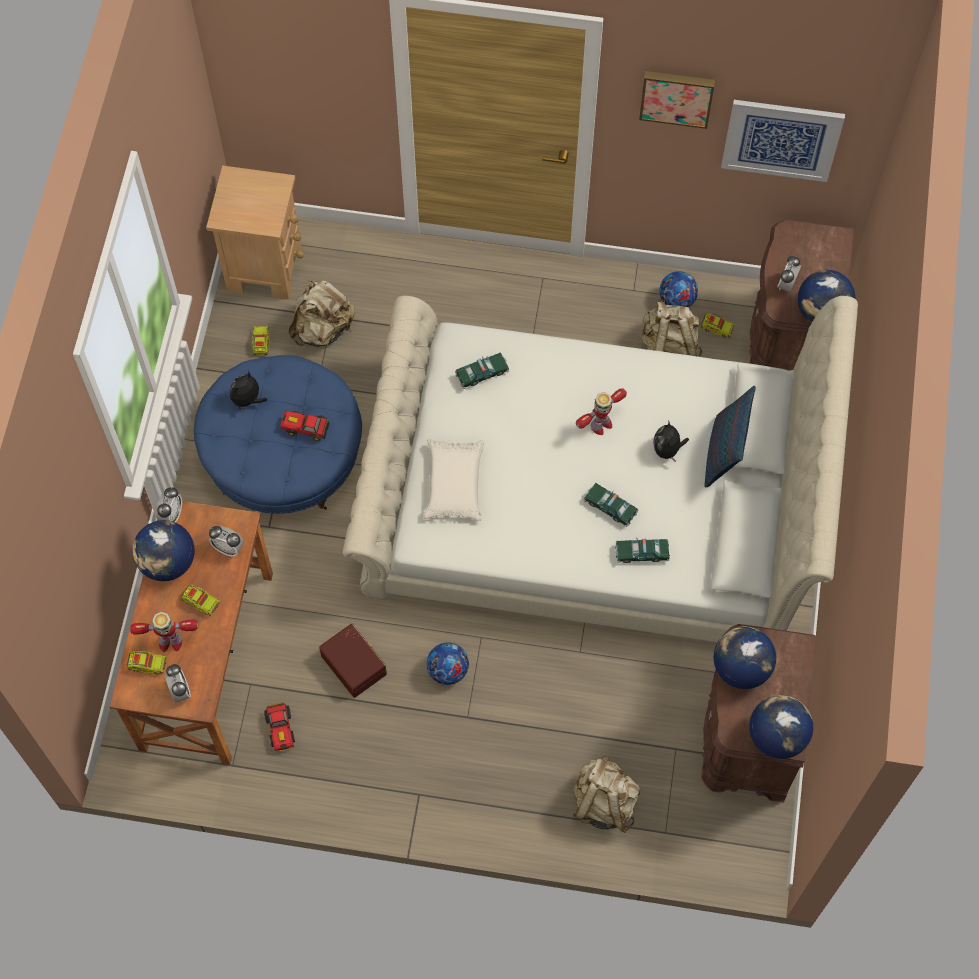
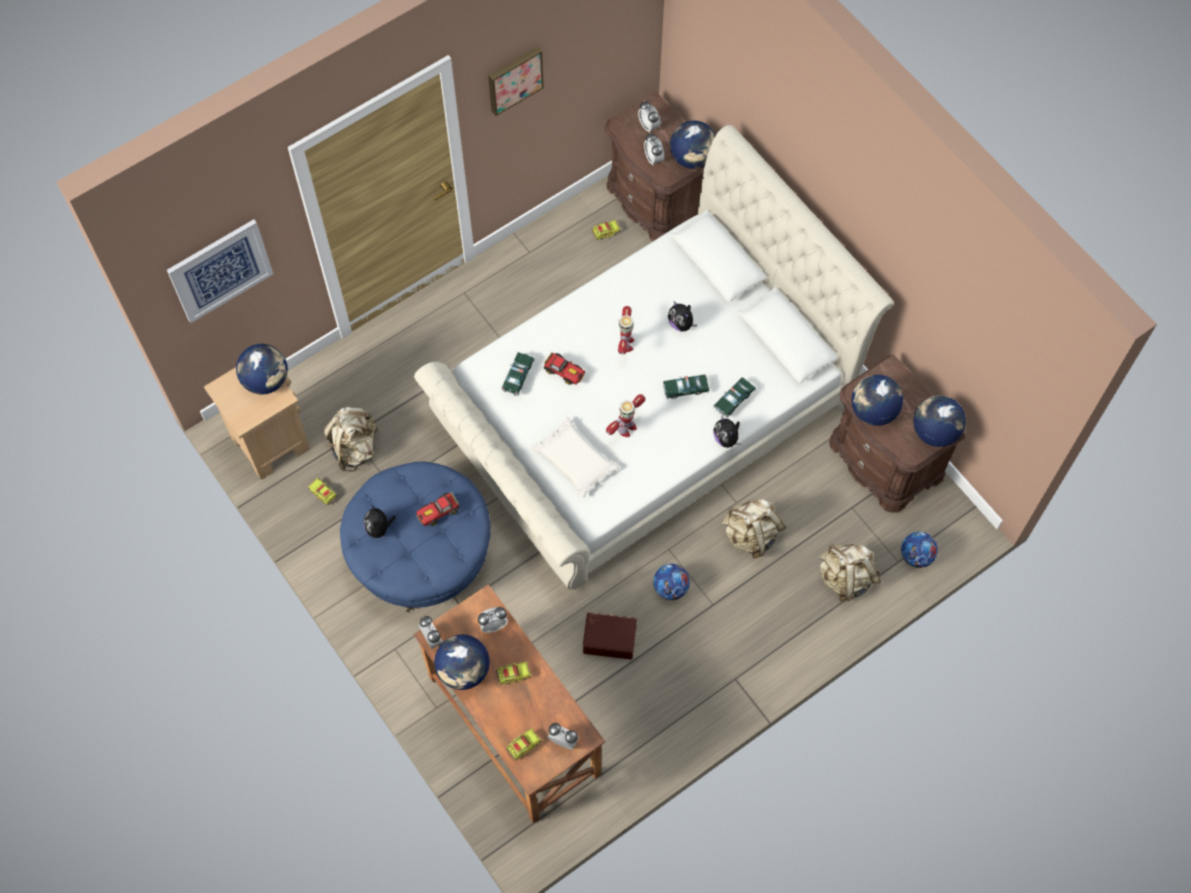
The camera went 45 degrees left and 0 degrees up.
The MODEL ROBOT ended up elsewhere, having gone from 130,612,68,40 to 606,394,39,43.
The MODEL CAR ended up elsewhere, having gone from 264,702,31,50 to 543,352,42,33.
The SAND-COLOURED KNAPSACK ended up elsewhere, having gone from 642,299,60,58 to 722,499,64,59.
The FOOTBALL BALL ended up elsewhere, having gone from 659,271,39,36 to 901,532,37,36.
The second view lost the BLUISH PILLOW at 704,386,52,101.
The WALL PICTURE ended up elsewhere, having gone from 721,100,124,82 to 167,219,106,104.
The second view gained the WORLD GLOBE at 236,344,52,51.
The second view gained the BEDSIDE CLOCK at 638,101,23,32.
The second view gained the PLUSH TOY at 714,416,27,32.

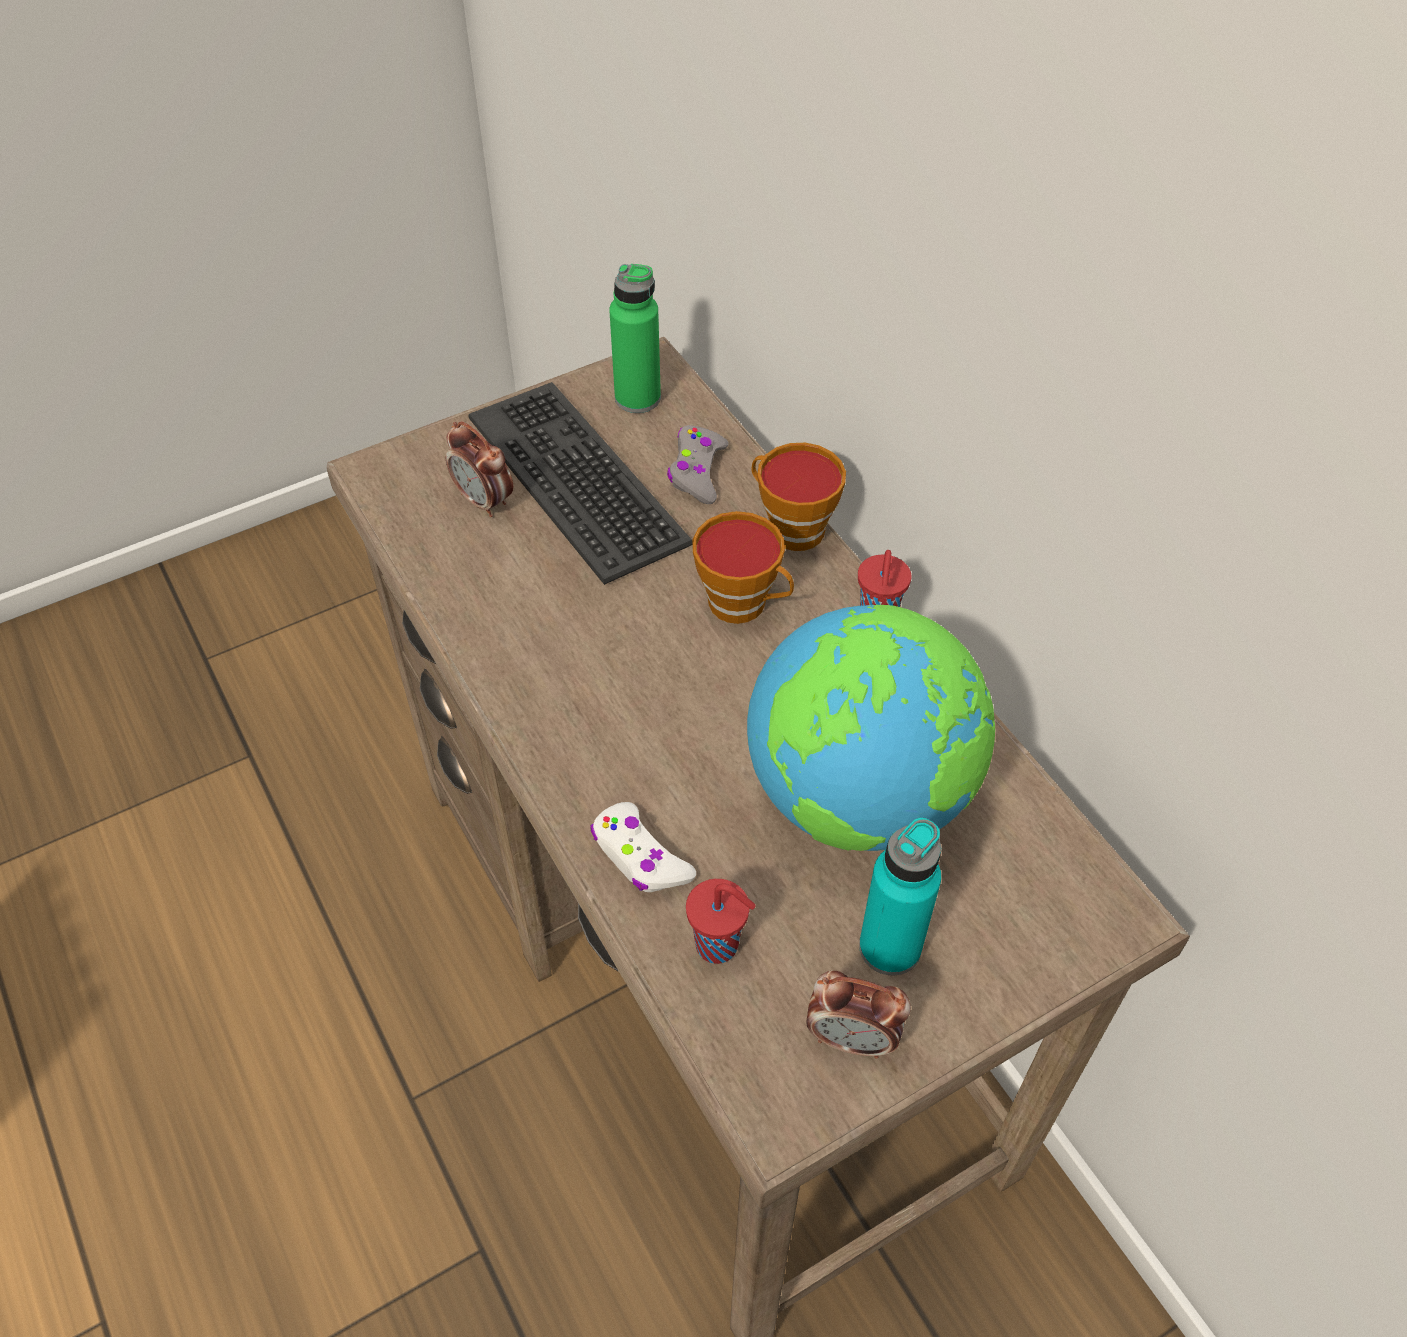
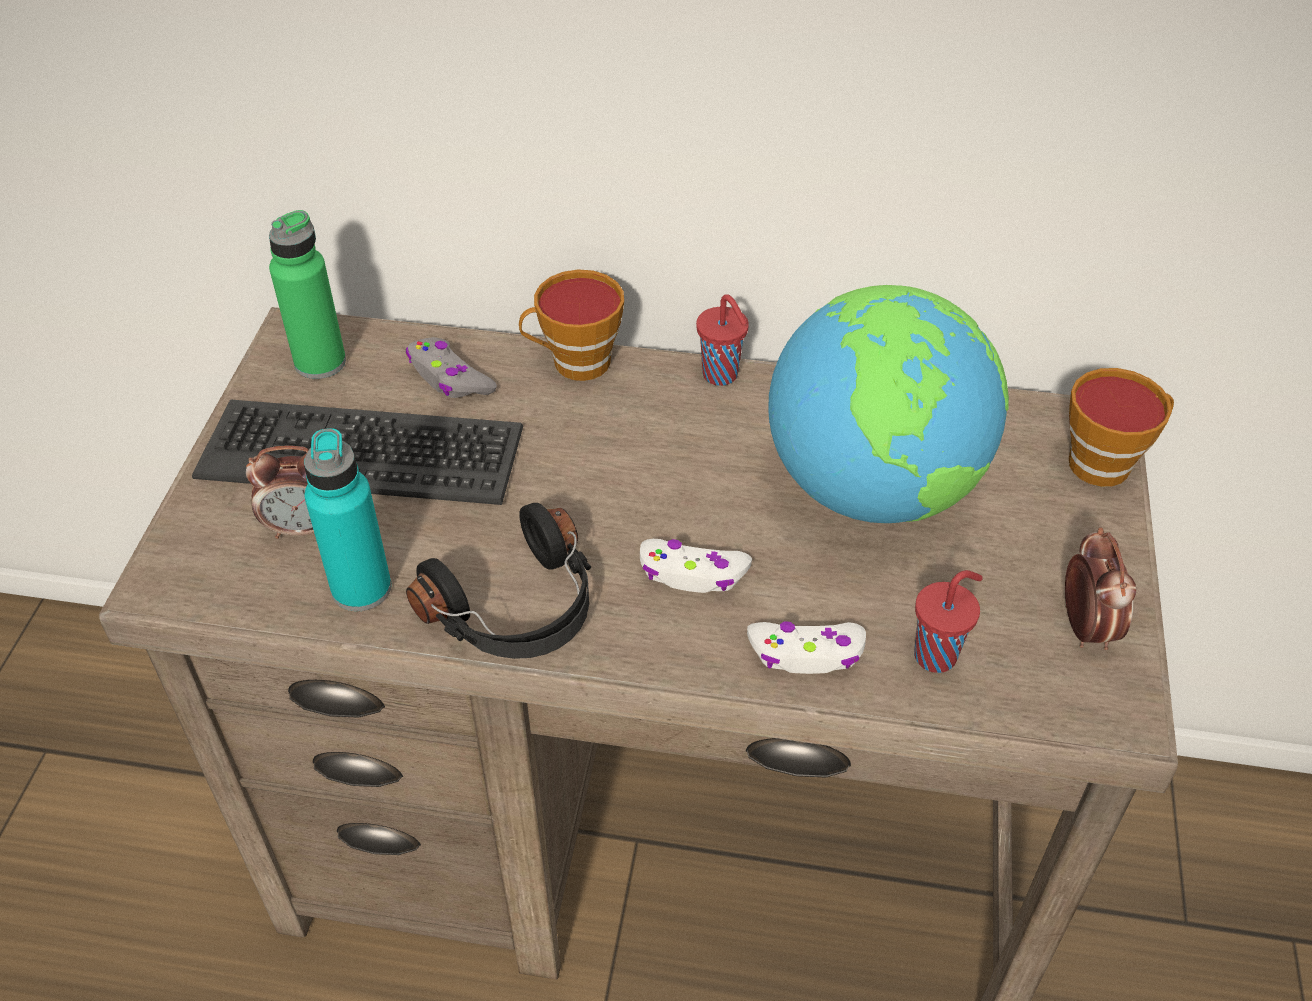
The camera went 50 degrees left and 5 degrees down.
The CUP ended up elsewhere, having gone from 693,511,101,113 to 1069,368,105,119.
The BEDSIDE CLOCK at 806,971,105,87 ended up facing another way, 60 degrees counterclockwise from before.
The TURQUOISE DRINK BOTTLE ended up elsewhere, having gone from 859,818,82,158 to 304,428,87,183.
The second view gained the BLACK-COLOURED PAIR OF HEADPHONES at 406,503,185,156.
The second view gained the WHITE GAMEPAD at 640,539,112,54.

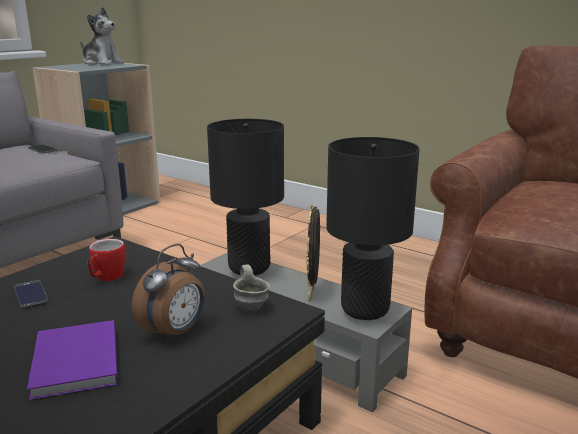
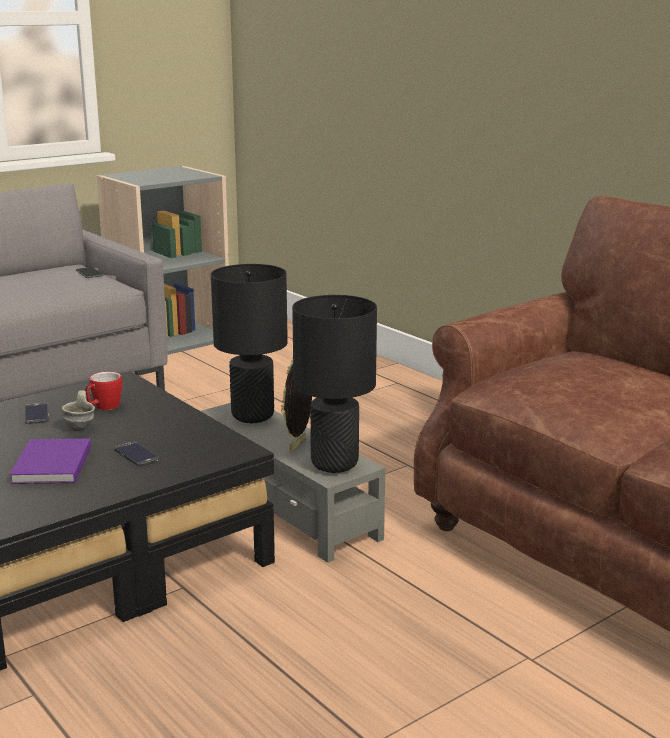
The camera went 15 degrees right and 0 degrees up.
The second view lost the PLUSH TOY at 80,7,44,58.
Where the BEDSIDE CLOCK stood at 132,244,73,98, the PHONE came to stand at 115,442,45,24.
The GREYISH MUG ended up elsewhere, having gone from 233,265,37,48 to 62,390,33,41.

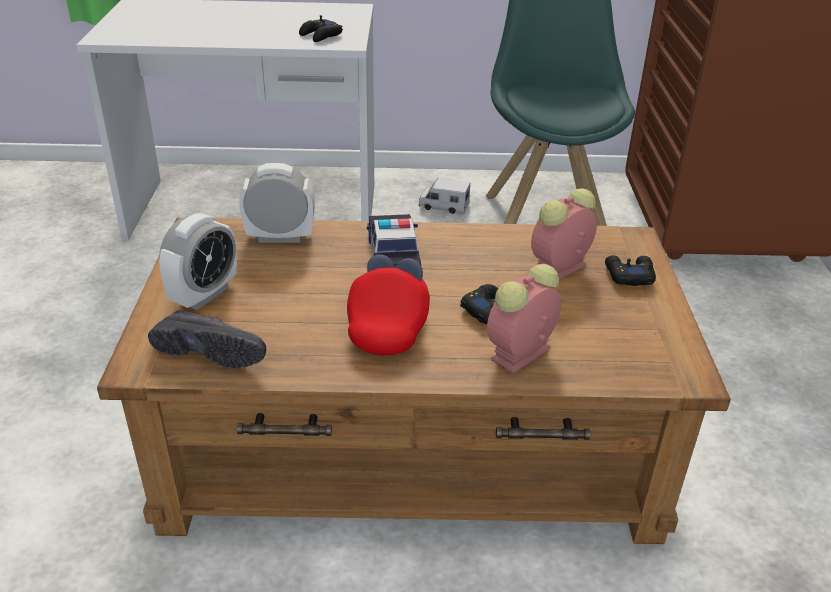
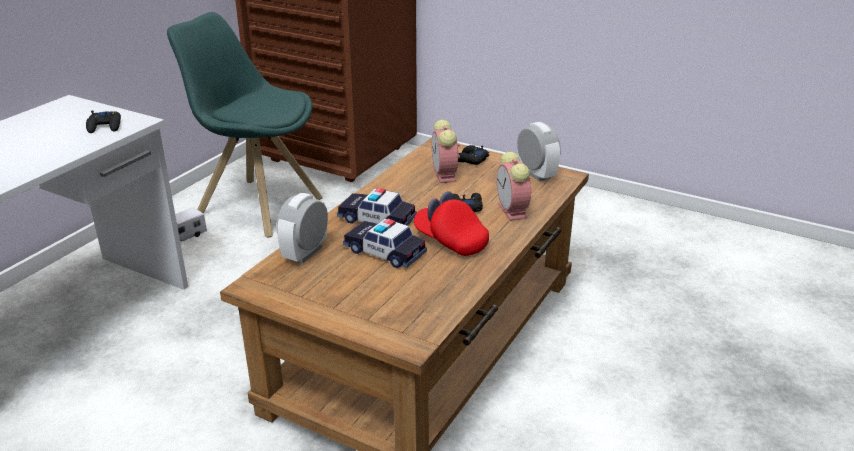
The camera went 60 degrees left and 5 degrees down.
The second view lost the BLACK-COLOURED SHOE at 148,310,118,58.
The BEDSIDE CLOCK ended up elsewhere, having gone from 159,213,78,97 to 517,122,44,60.
The second view gained the MODEL CAR at 343,218,84,50.

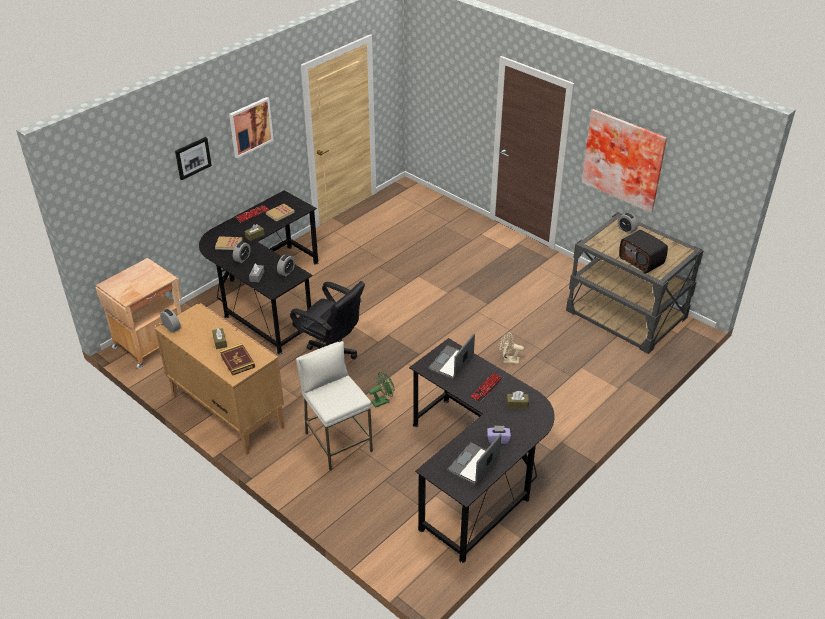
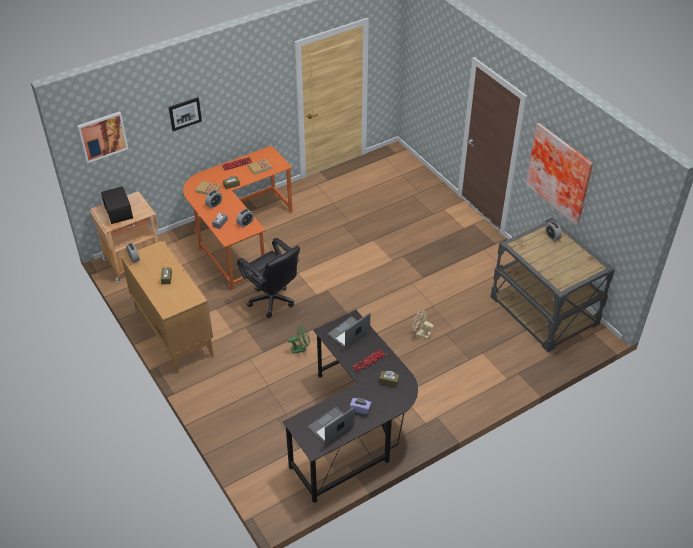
The camera went 15 degrees right and 5 degrees up.
What was the BLACK-COLOURED DESK at 199,190,119,164 turned into the ORANGEY DESK at 183,145,110,146.
The second view lost the BOUND BOOK at 220,343,35,33.
The WALL PICTURE ended up elsewhere, having gone from 229,97,45,61 to 77,111,51,53.
The second view lost the WHITE SITTING STOOL at 296,341,77,130.
The RADIO ended up elsewhere, having gone from 619,230,49,43 to 101,186,32,38.

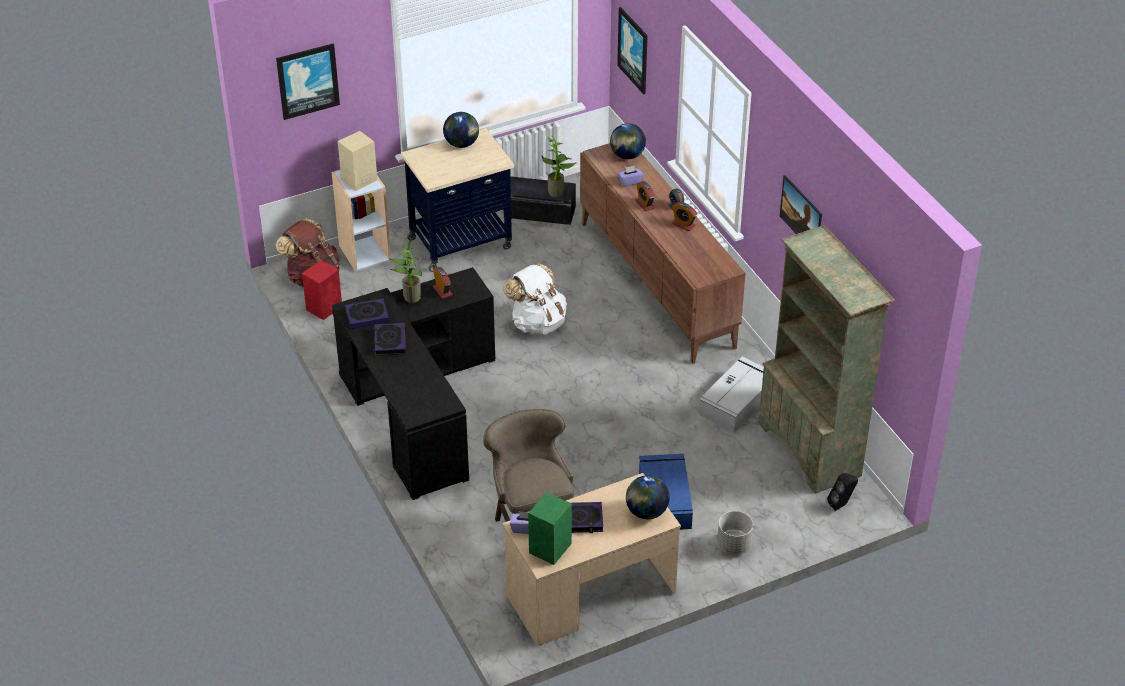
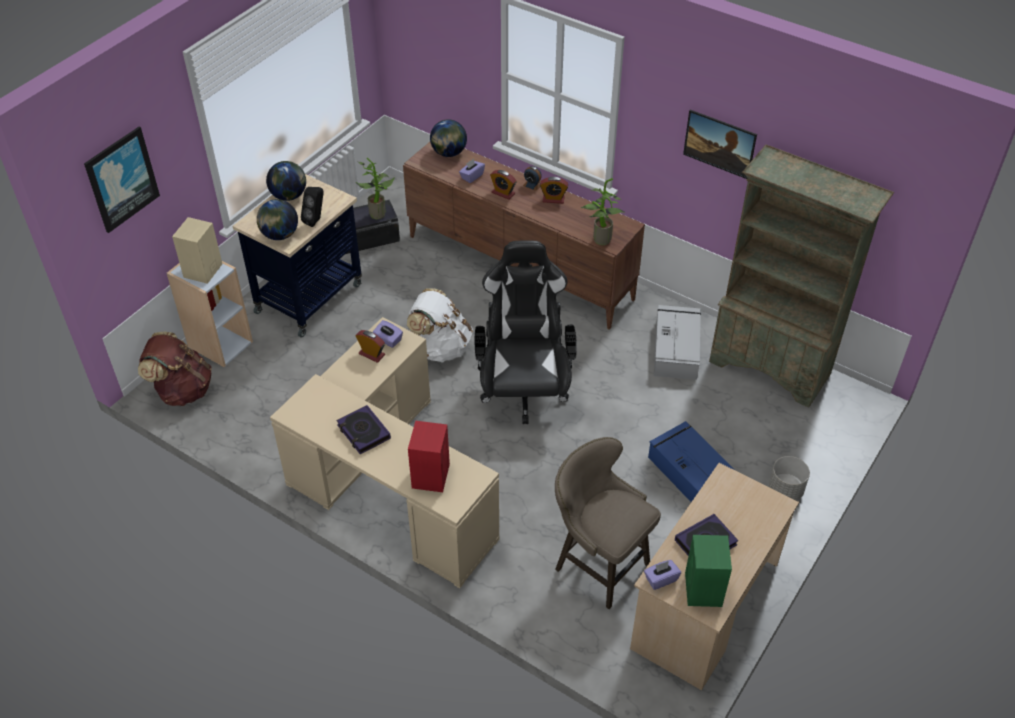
The camera went 30 degrees left and 5 degrees up.
The REDDISH SPEAKER ended up elsewhere, having gone from 302,260,40,60 to 408,421,42,71.
What was the BLACK-COLOURED DESK at 332,267,163,233 turned into the SAND-COLOURED DESK at 270,317,230,271.
The second view lost the BOUND BOOK at 345,299,44,30.
The PLANT IN A POT ended up elsewhere, having gone from 389,240,33,63 to 581,178,43,67.
The second view lost the WALL PICTURE at 617,7,31,88.
The WORLD GLOBE ended up elsewhere, having gone from 626,475,44,44 to 257,199,41,41.
The BLACK-COLOURED SPEAKER ended up elsewhere, having gone from 827,473,31,38 to 301,187,23,40.
The second view gained the PURPLE-COLOURED TISSUE HOLDER at 373,320,30,28.
The second view gained the BLACK-COLOURED DESK CHAIR at 475,240,102,184.

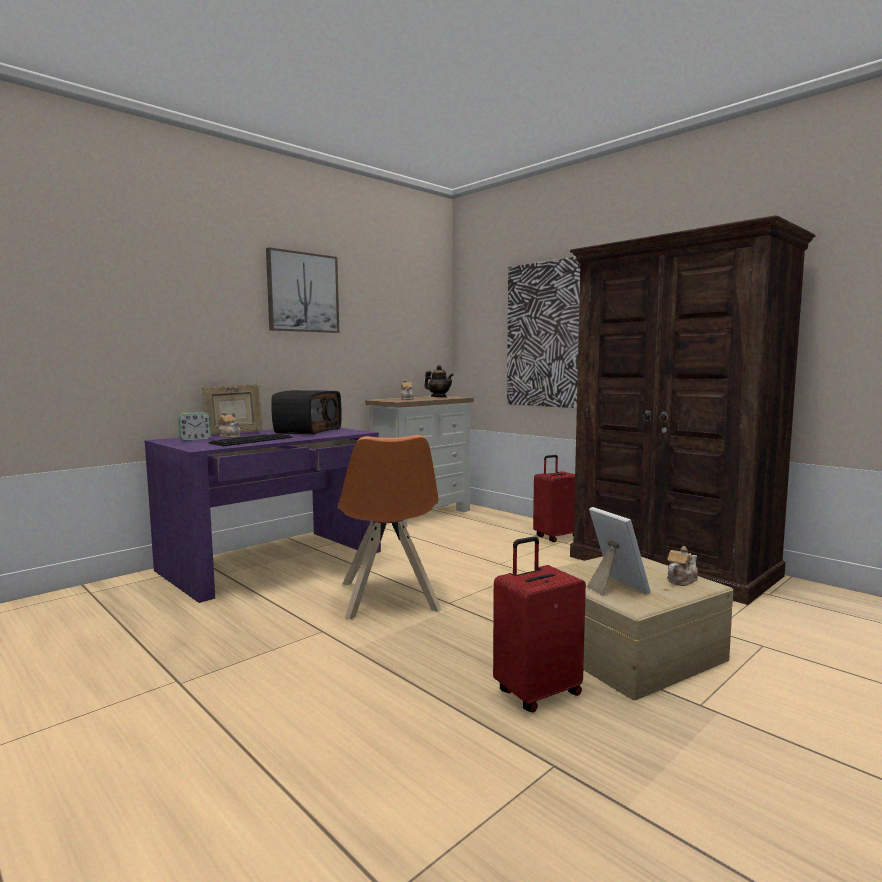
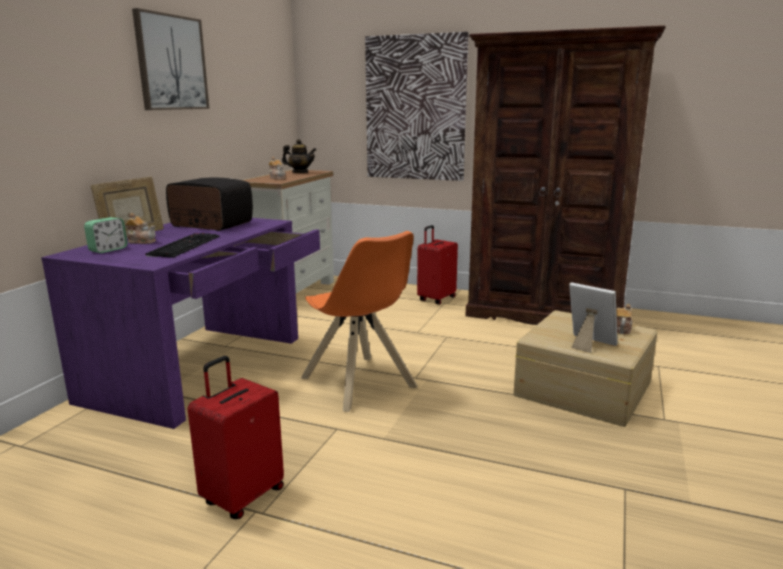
The camera went 25 degrees left and 10 degrees up.
The RADIO at 271,390,70,45 ended up facing another way, 60 degrees counterclockwise from before.
The REDDISH SUITCASE ended up elsewhere, having gone from 493,536,93,176 to 188,356,96,163.

